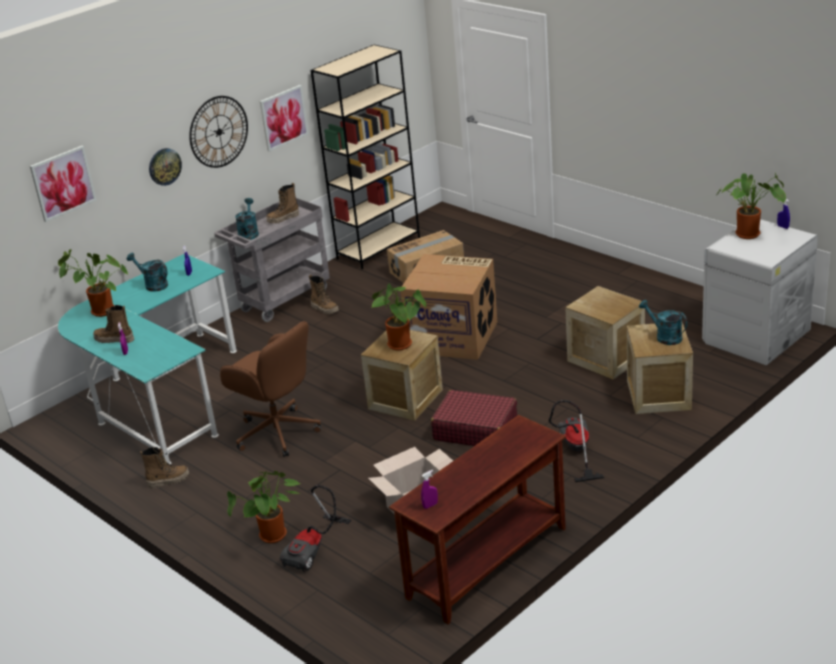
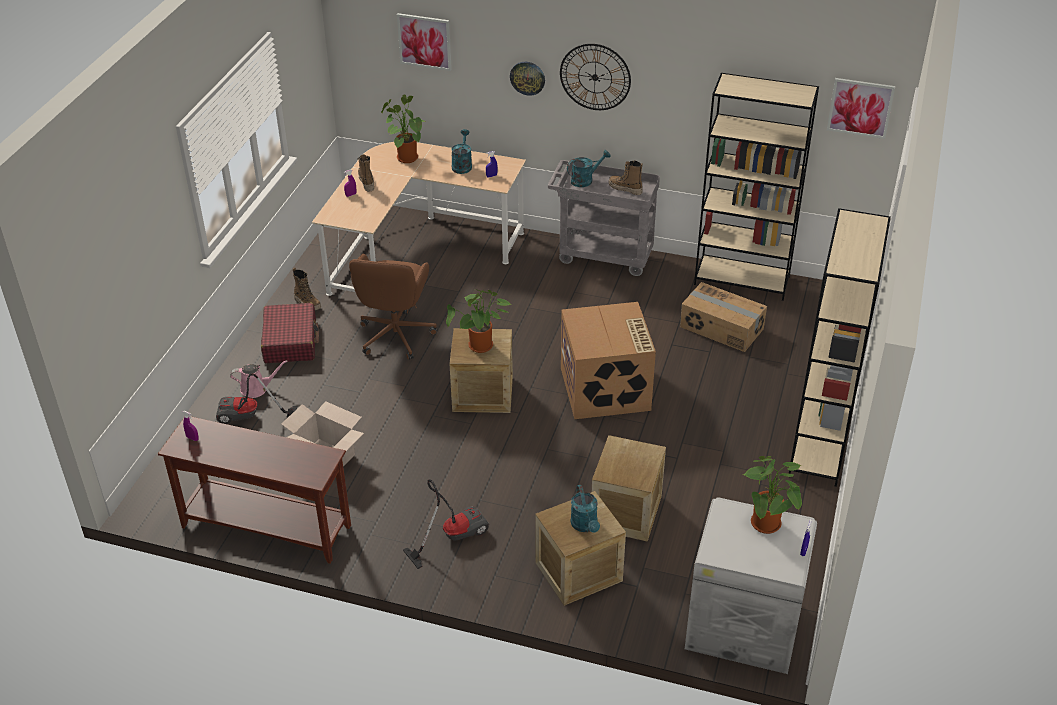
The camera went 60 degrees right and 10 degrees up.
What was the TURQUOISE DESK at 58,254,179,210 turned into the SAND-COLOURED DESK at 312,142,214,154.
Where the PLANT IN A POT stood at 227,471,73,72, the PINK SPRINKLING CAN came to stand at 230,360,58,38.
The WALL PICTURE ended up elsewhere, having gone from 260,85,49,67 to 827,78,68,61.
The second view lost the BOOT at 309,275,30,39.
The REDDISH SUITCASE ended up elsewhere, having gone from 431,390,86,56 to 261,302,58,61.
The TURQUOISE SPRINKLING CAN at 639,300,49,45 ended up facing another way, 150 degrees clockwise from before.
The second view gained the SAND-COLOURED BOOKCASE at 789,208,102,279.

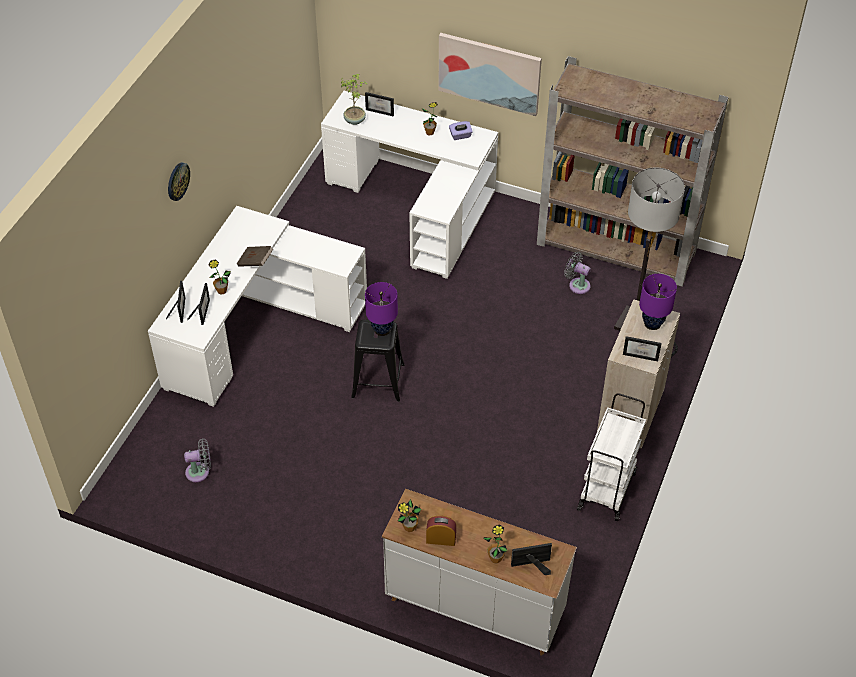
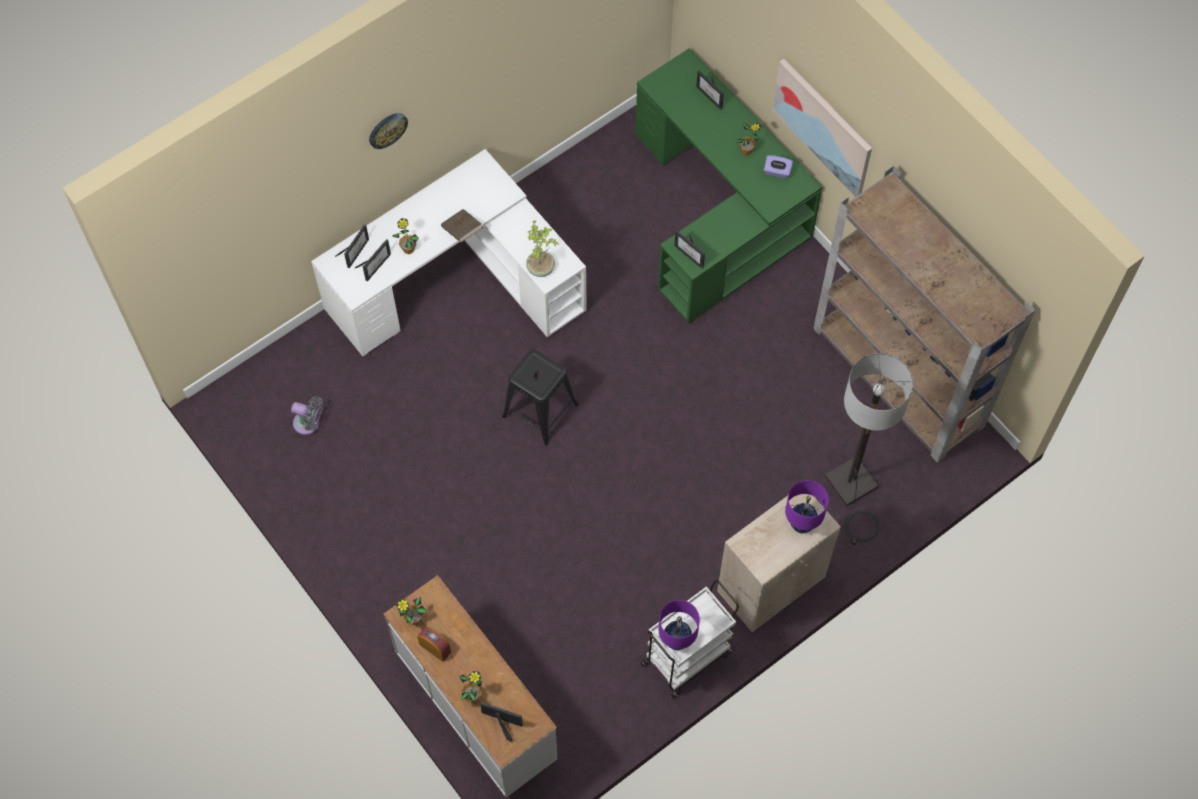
The camera went 30 degrees right and 15 degrees up.
What was the WHITE DESK at 321,91,177,188 turned into the GREENISH DESK at 635,48,187,275.
The PLANT IN A POT ended up elsewhere, having gone from 340,74,29,51 to 526,221,33,56.
The PURPLE-COLOURED LAMP FOR A TABLE ended up elsewhere, having gone from 365,282,33,54 to 659,600,41,50.
The second view lost the GREYISH FAN at 564,252,27,42.
The PICTURE FRAME ended up elsewhere, having gone from 623,336,39,25 to 674,231,31,38.

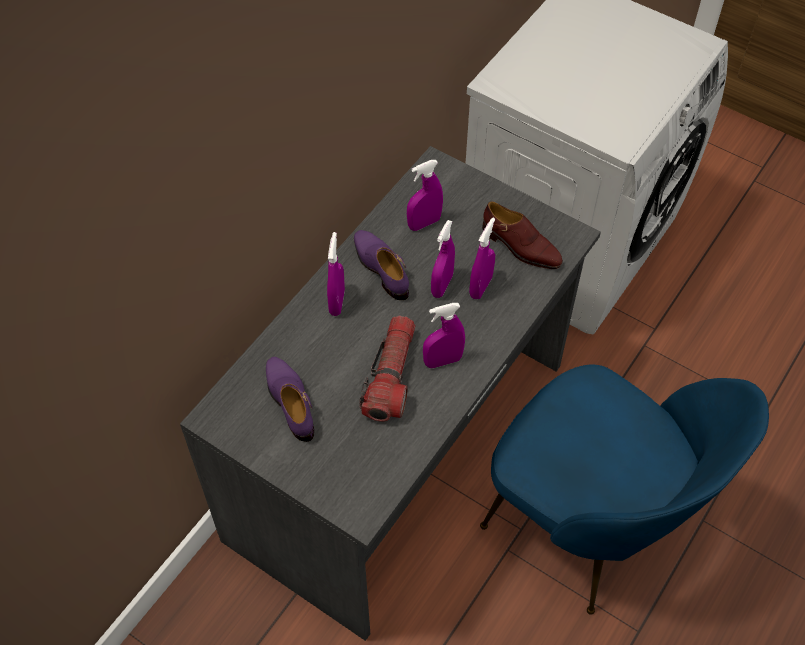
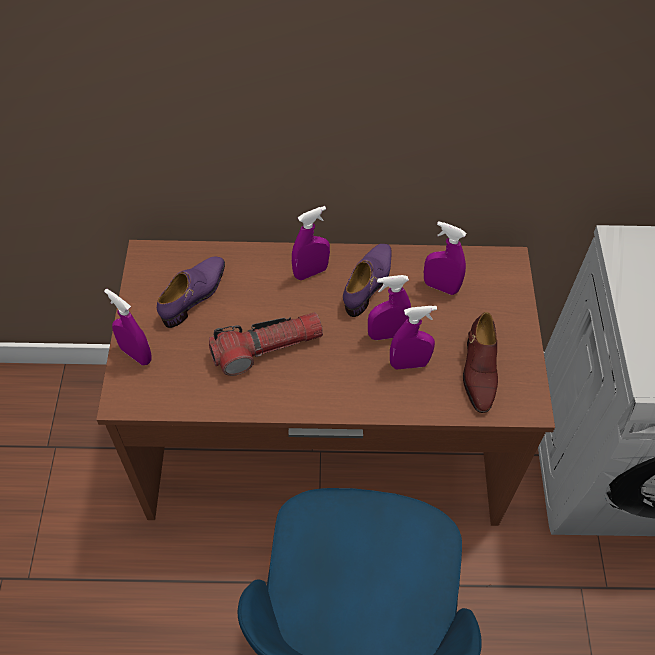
The camera went 55 degrees right and 0 degrees up.
What was the GREYISH DESK at 180,146,421,495 turned into the BROWNISH DESK at 96,240,459,286.
The PURPLE-COLOURED SPRAY BOTTLE ended up elsewhere, having gone from 423,303,42,65 to 104,289,48,76.

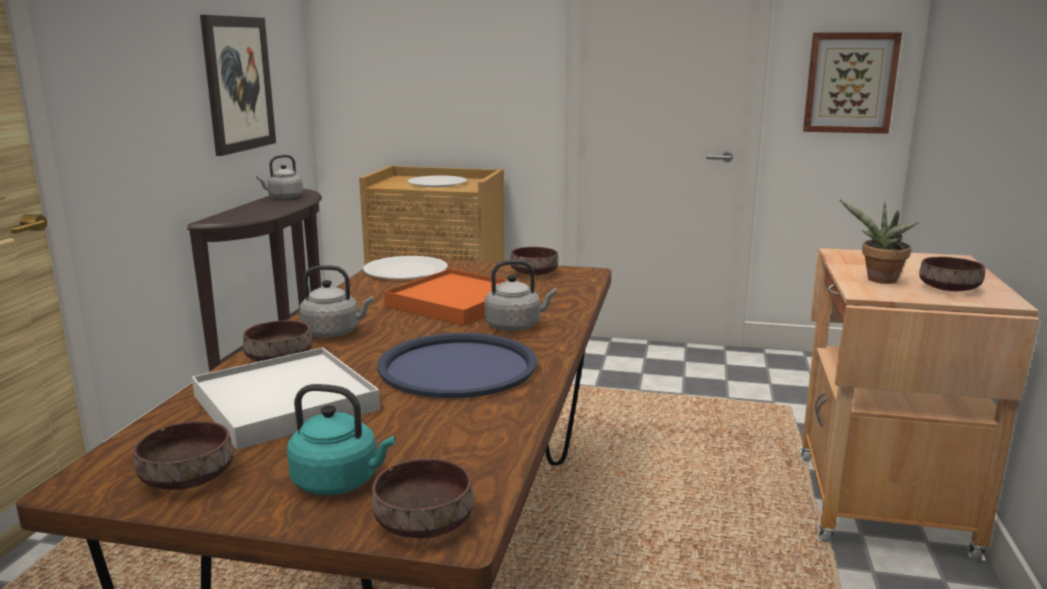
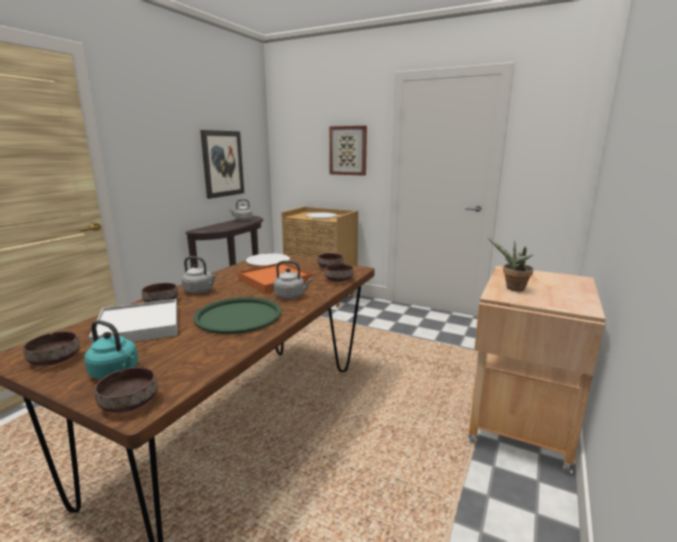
The camera went 15 degrees right and 0 degrees up.
What was the BLUISH CARRYING TRAY at 377,333,160,65 turned into the GREENISH CARRYING TRAY at 193,297,88,37.
The WALL PICTURE ended up elsewhere, having gone from 803,32,99,102 to 329,126,38,50.
The BROWNISH BOWL ended up elsewhere, having gone from 919,257,66,34 to 325,264,29,18.

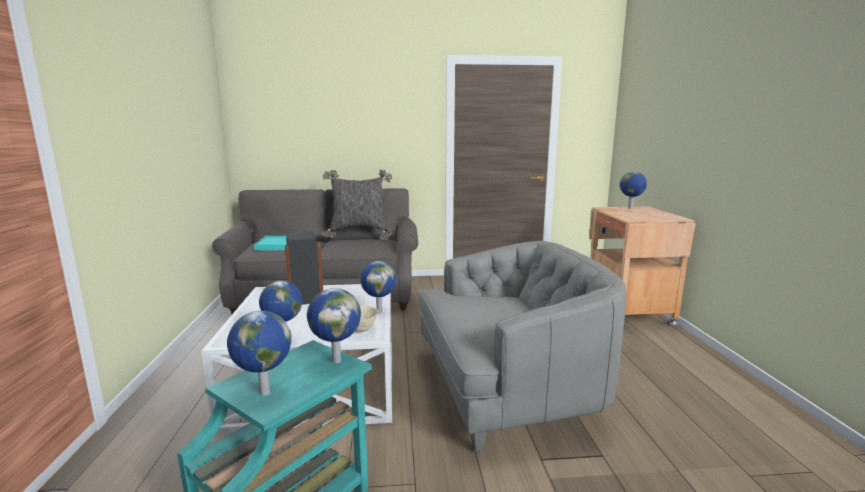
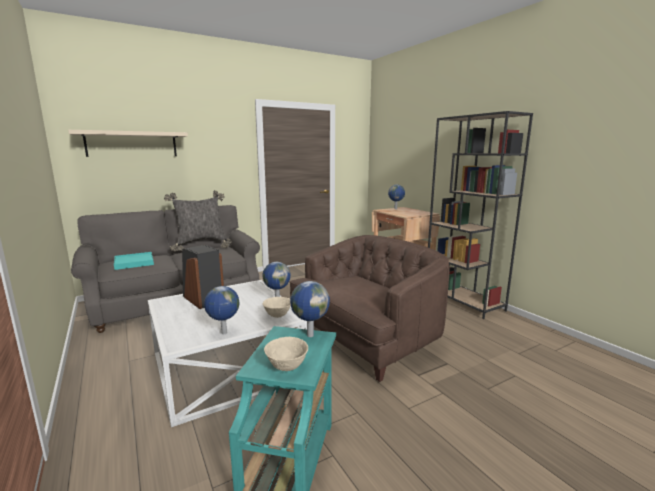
The camera went 25 degrees left and 0 degrees up.
Where the WORLD GLOBE stood at 227,311,65,85, the SAND-COLOURED BOWL came to stand at 264,337,44,34.
What was the GREYISH ARMCHAIR at 419,241,207,211 turned into the BROWNISH ARMCHAIR at 290,235,159,147.
The second view gained the SAND-COLOURED WALL SHELF at 68,130,120,27.
The second view gained the BOOKCASE at 428,111,105,208.

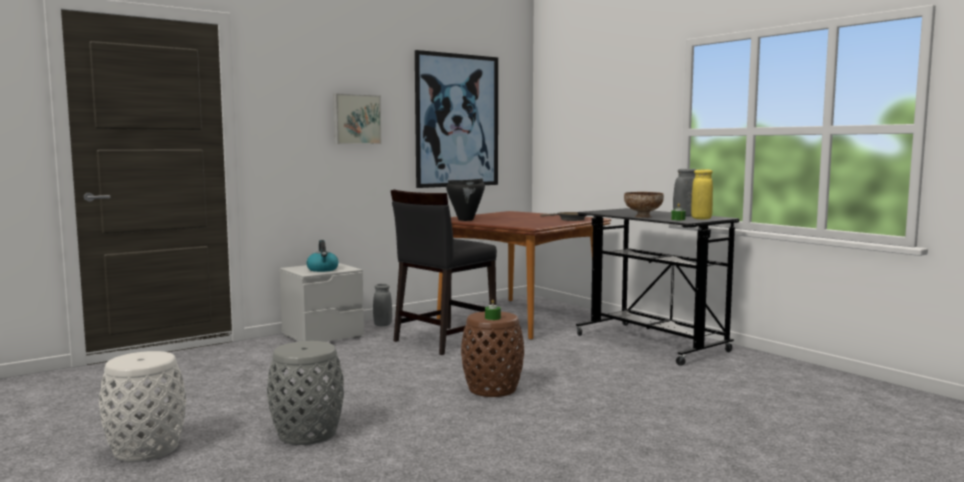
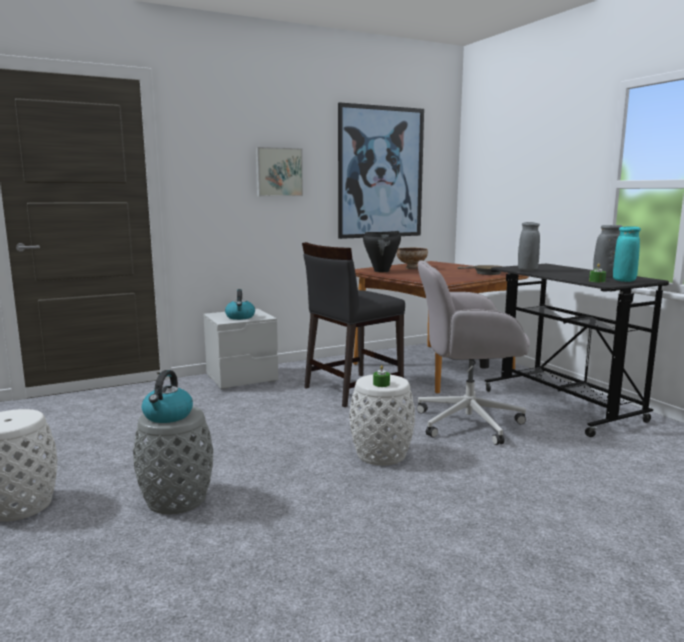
The camera went 10 degrees right and 5 degrees up.
The GREYISH VASE ended up elsewhere, having gone from 373,284,19,42 to 518,222,22,49.
What was the BROWNISH SITTING STOOL at 461,311,63,86 turned into the WHITE SITTING STOOL at 349,375,66,90.
The BOWL ended up elsewhere, having gone from 624,192,40,26 to 396,248,32,21.
What was the YELLOW-COLOURED VASE at 691,169,22,50 turned into the TURQUOISE VASE at 613,226,28,56.
The second view gained the KETTLE at 142,370,51,53.
The second view gained the GREYISH DESK CHAIR at 417,260,113,185.

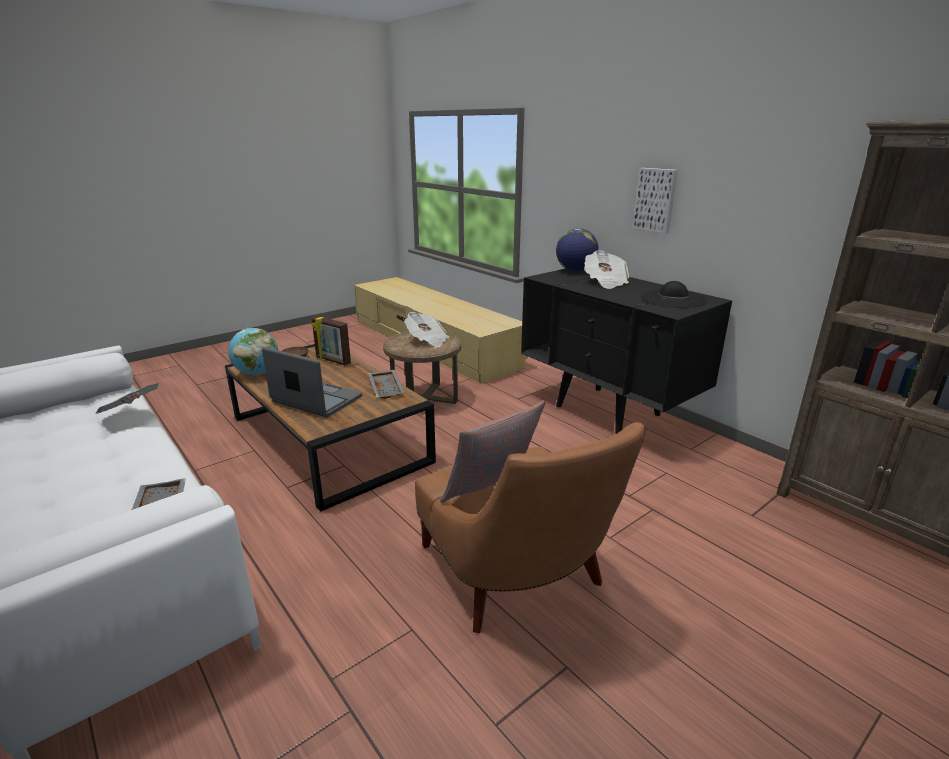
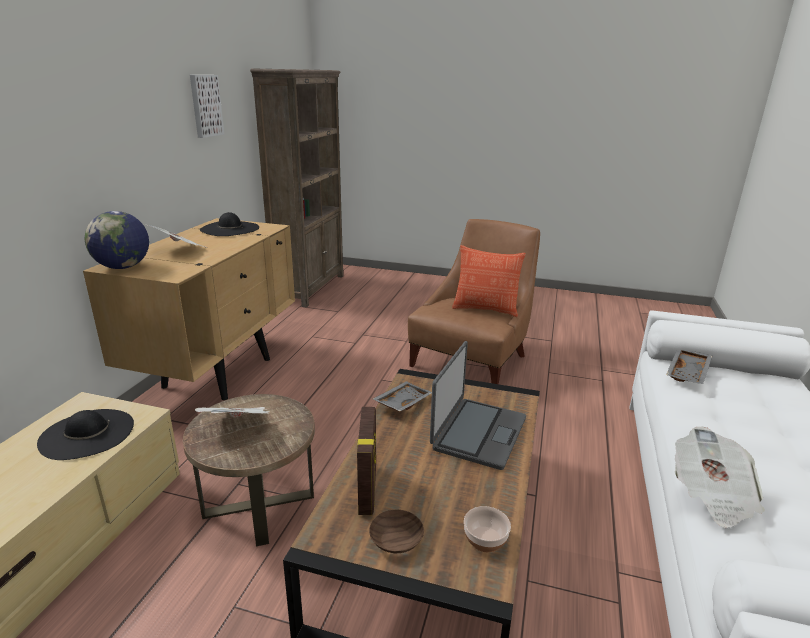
The camera went 125 degrees left and 0 degrees up.
Where the WORLD GLOBE stood at 228,328,50,47, the BOWL came to stand at 464,506,47,46.
The PORTABLE COMPUTER at 262,347,100,70 ended up facing another way, 150 degrees counterclockwise from before.
What was the GREYISH PILLOW at 440,400,105,103 turned into the ORANGEY PILLOW at 452,245,74,72.
What was the BLACK-COLOURED CHEST OF DRAWERS at 521,269,211,165 turned into the SAND-COLOURED CHEST OF DRAWERS at 83,218,212,182.
The WALL PICTURE ended up elsewhere, having gone from 633,168,45,66 to 190,75,34,63.
The second view gained the BLACK-COLOURED HAT at 37,409,97,51.

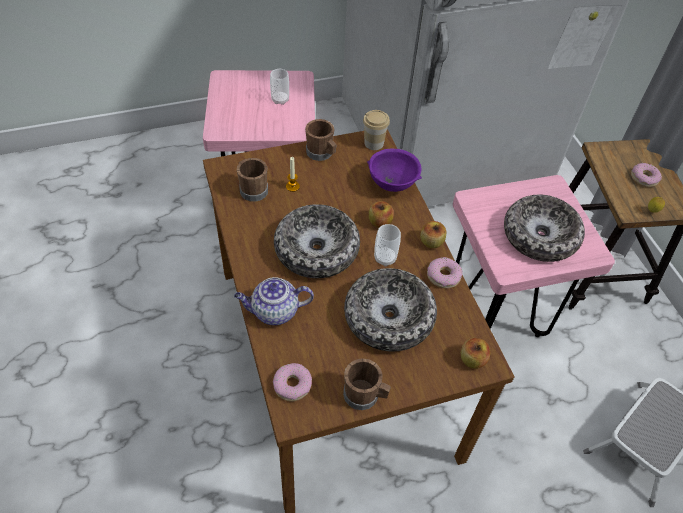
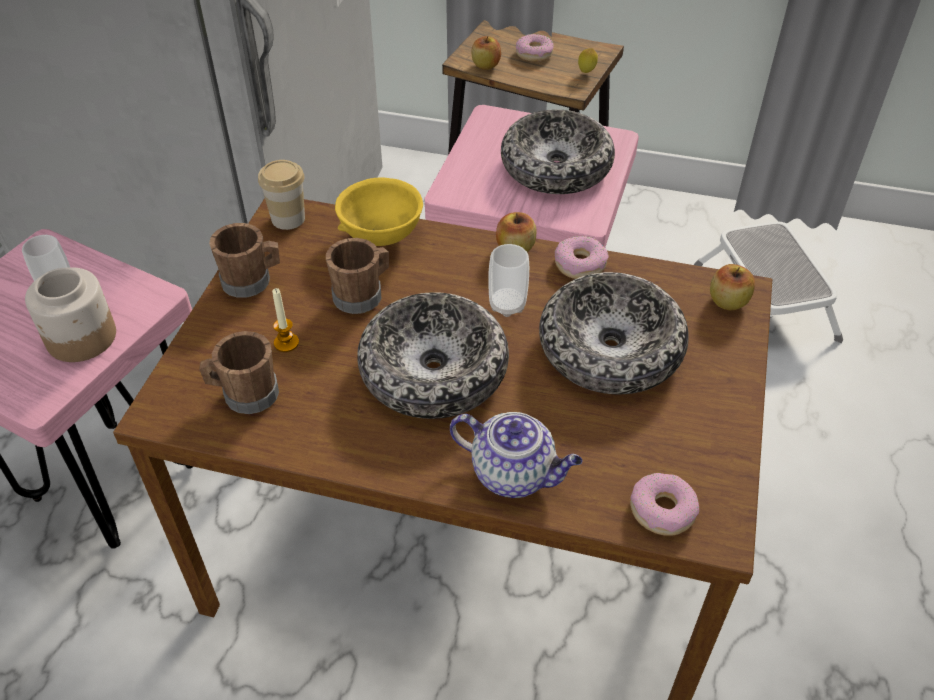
The camera went 55 degrees left and 5 degrees down.
The TEA POT at 234,277,80,48 ended up facing another way, 90 degrees counterclockwise from before.
The BROWNISH MUG ended up elsewhere, having gone from 343,358,48,52 to 326,238,63,76.
What was the PURPLE-COLOURED BOWL at 367,149,55,43 turned into the YELLOW-COLOURED BOWL at 335,177,88,69.
The APPLE FRUIT ended up elsewhere, having gone from 369,201,25,27 to 471,36,30,34.
The second view gained the PRESERVE JAR at 25,267,91,95.

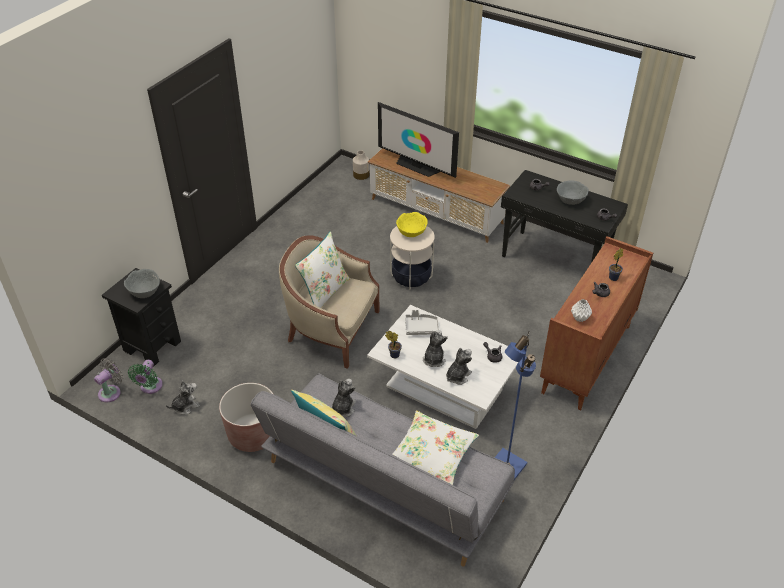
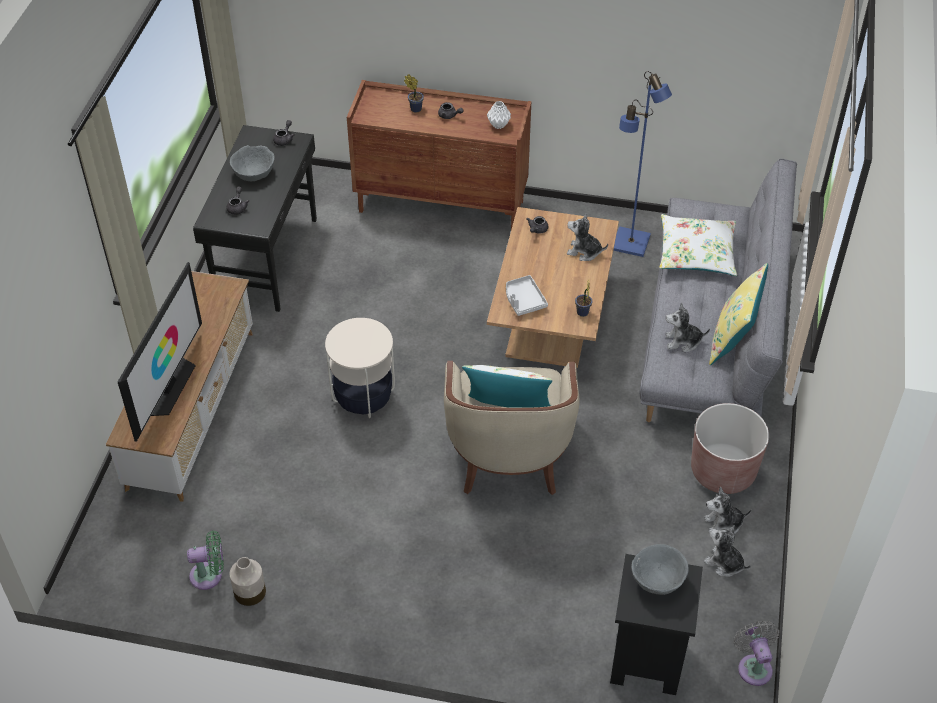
The camera went 110 degrees left and 5 degrees up.
The GREYISH FAN at 94,358,29,44 ended up facing another way, 60 degrees clockwise from before.
The GREENISH FAN ended up elsewhere, having gone from 128,360,35,34 to 187,531,37,59.
The SAND-COLOURED VASE ended up elsewhere, having gone from 353,150,16,30 to 229,557,37,49.
What was the WHITE COFFEE TABLE at 367,305,151,124 turned into the BROWNISH COFFEE TABLE at 487,207,132,161.
The second view lost the YELLOW-COLOURED BOWL at 396,212,32,25.
The PLUSH TOY ended up elsewhere, having gone from 423,330,25,37 to 704,487,48,47.

